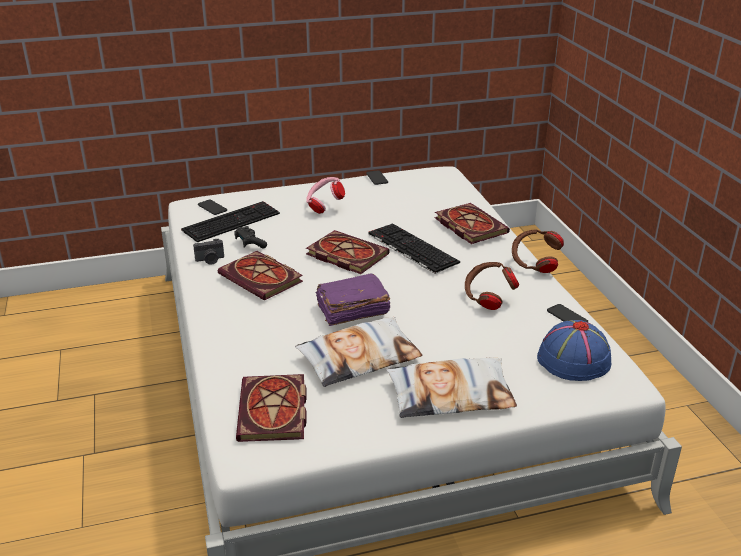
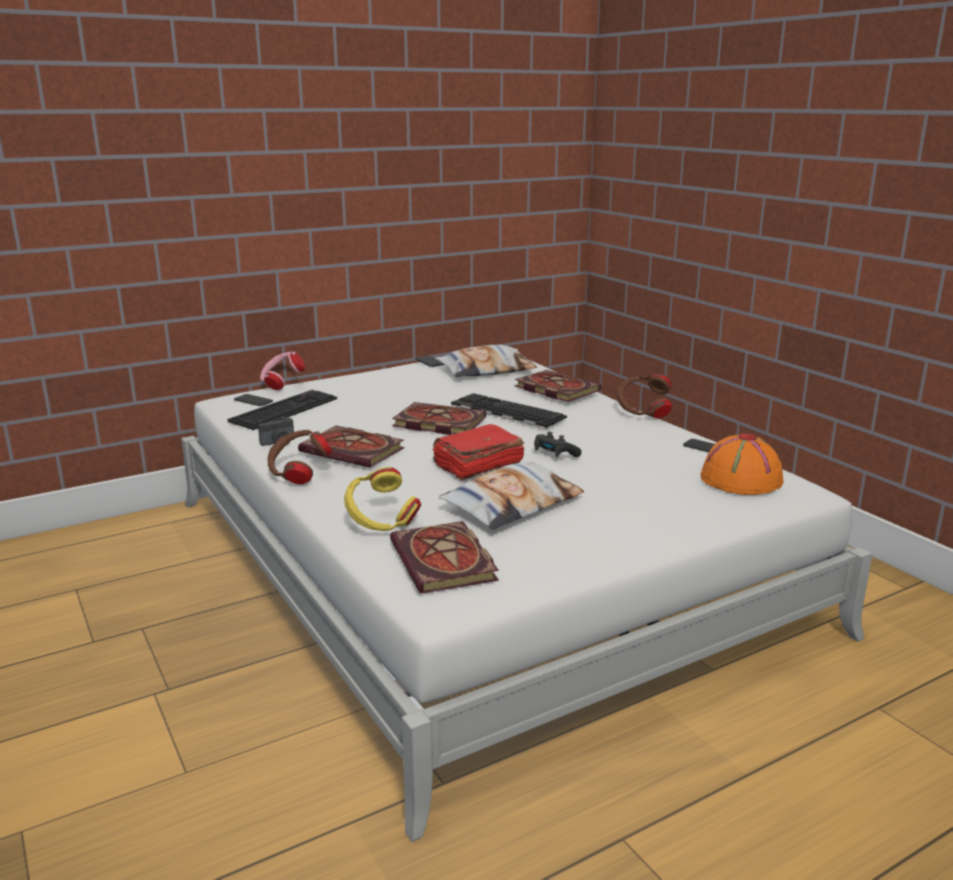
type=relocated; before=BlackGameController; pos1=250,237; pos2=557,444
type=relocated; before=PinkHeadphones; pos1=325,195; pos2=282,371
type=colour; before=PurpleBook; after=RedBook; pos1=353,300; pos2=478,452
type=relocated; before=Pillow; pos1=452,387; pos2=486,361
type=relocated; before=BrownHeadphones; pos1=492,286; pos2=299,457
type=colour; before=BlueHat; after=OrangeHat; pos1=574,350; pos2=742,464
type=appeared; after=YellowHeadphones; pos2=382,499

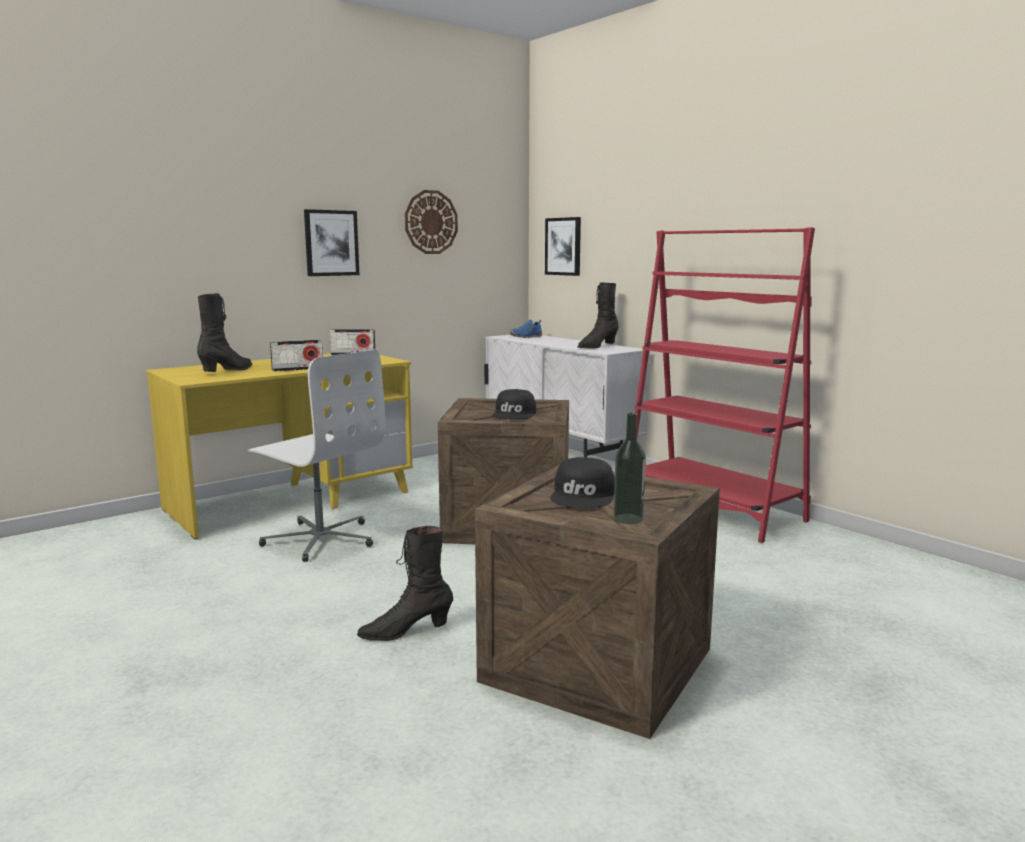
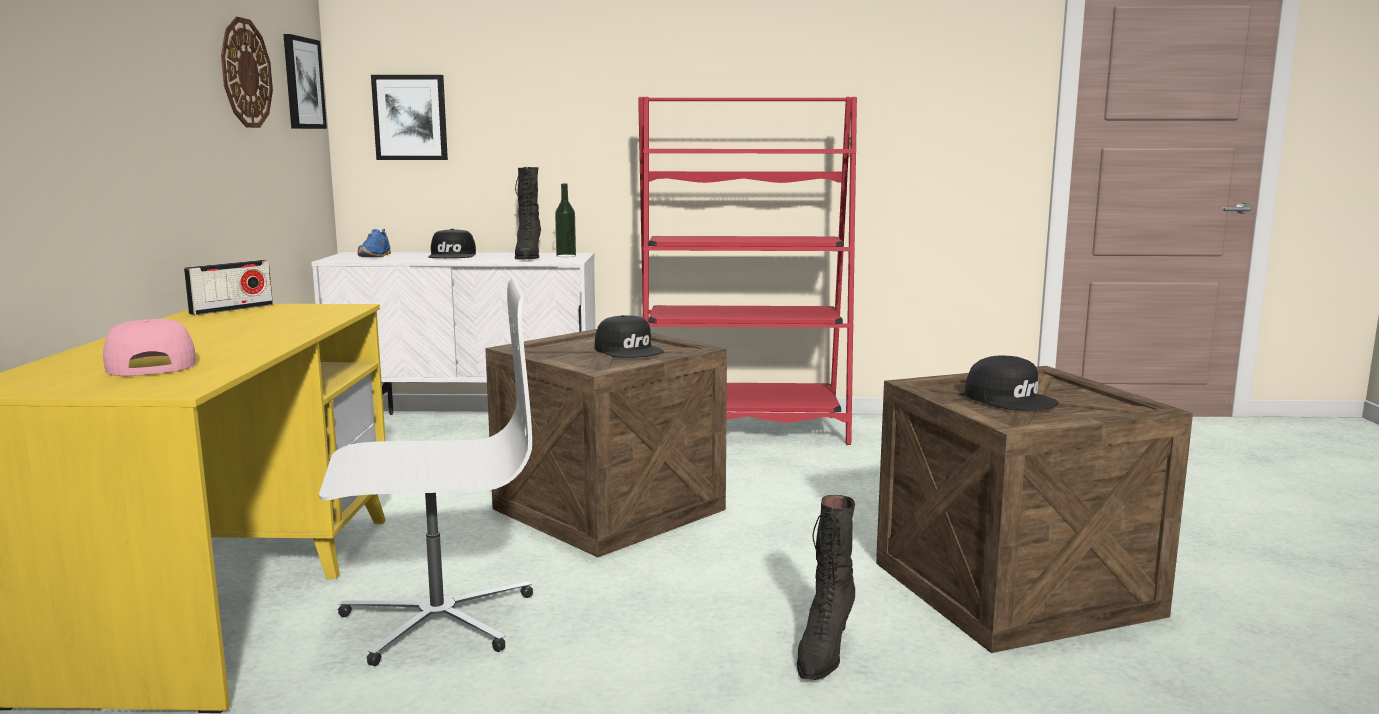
type=exchanged; before=BlackBoot; after=PinkCap; pos1=224,332; pos2=149,347
type=missing; before=Radio; pos1=296,356
type=relocated; before=Picture; pos1=331,242; pos2=305,81
type=relocated; before=Bottle; pos1=630,468; pos2=565,220
type=appeared; after=BlackCap; pos2=452,243

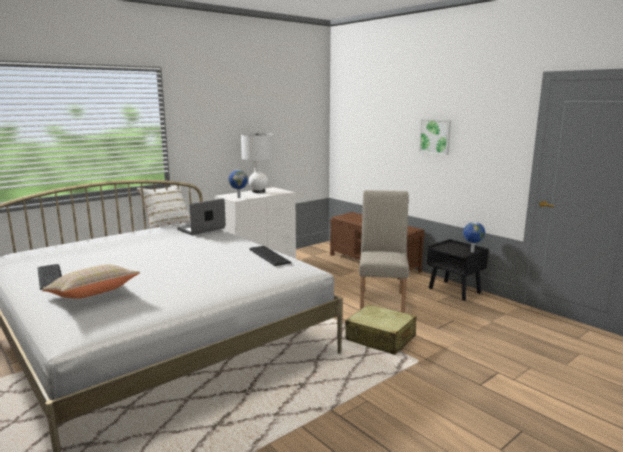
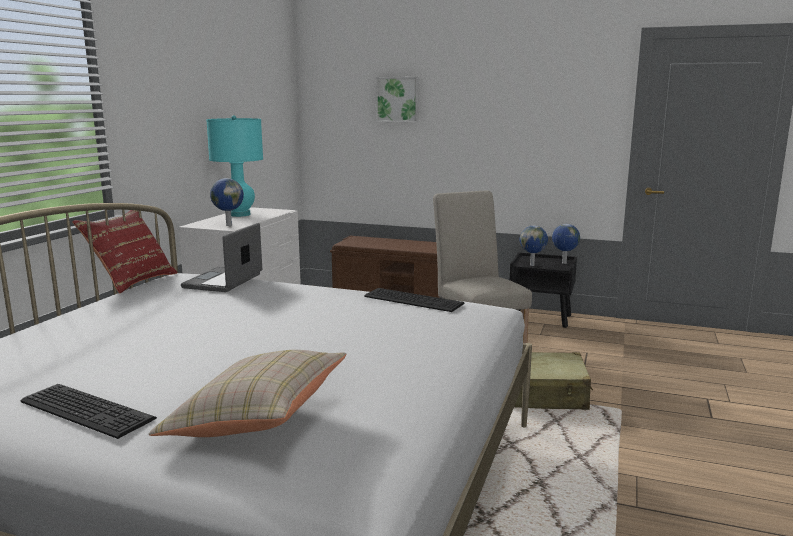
type=colour; before=WhitePillow; after=RedPillow; pos1=164,206; pos2=125,251
type=colour; before=WhiteTableLamp; after=TurquoiseTableLamp; pos1=257,162; pos2=234,166
type=relocated; before=Picture; pos1=435,137; pos2=397,100
type=appeared; after=Globe; pos2=534,246

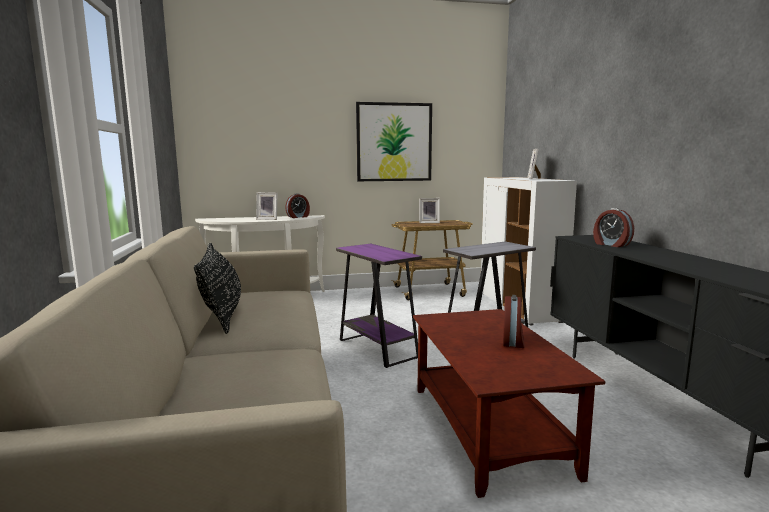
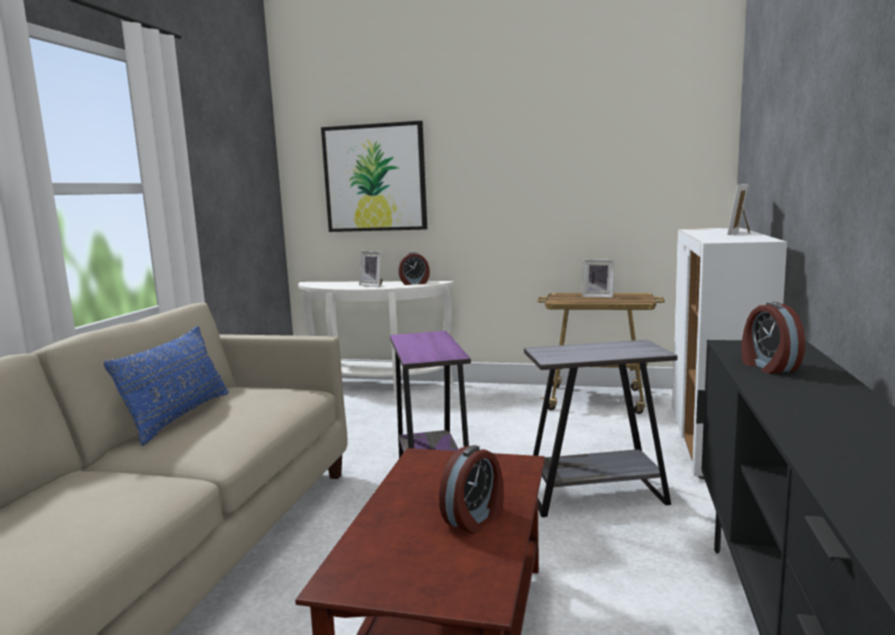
type=colour; before=BlackPillow; after=BluePillow; pos1=217,288; pos2=166,386
type=relocated; before=Picture; pos1=394,141; pos2=374,176

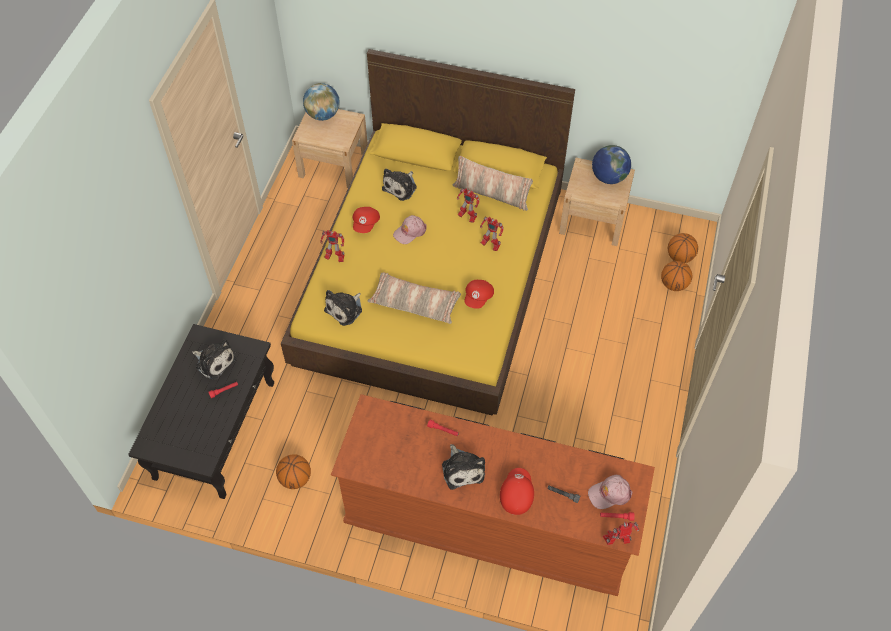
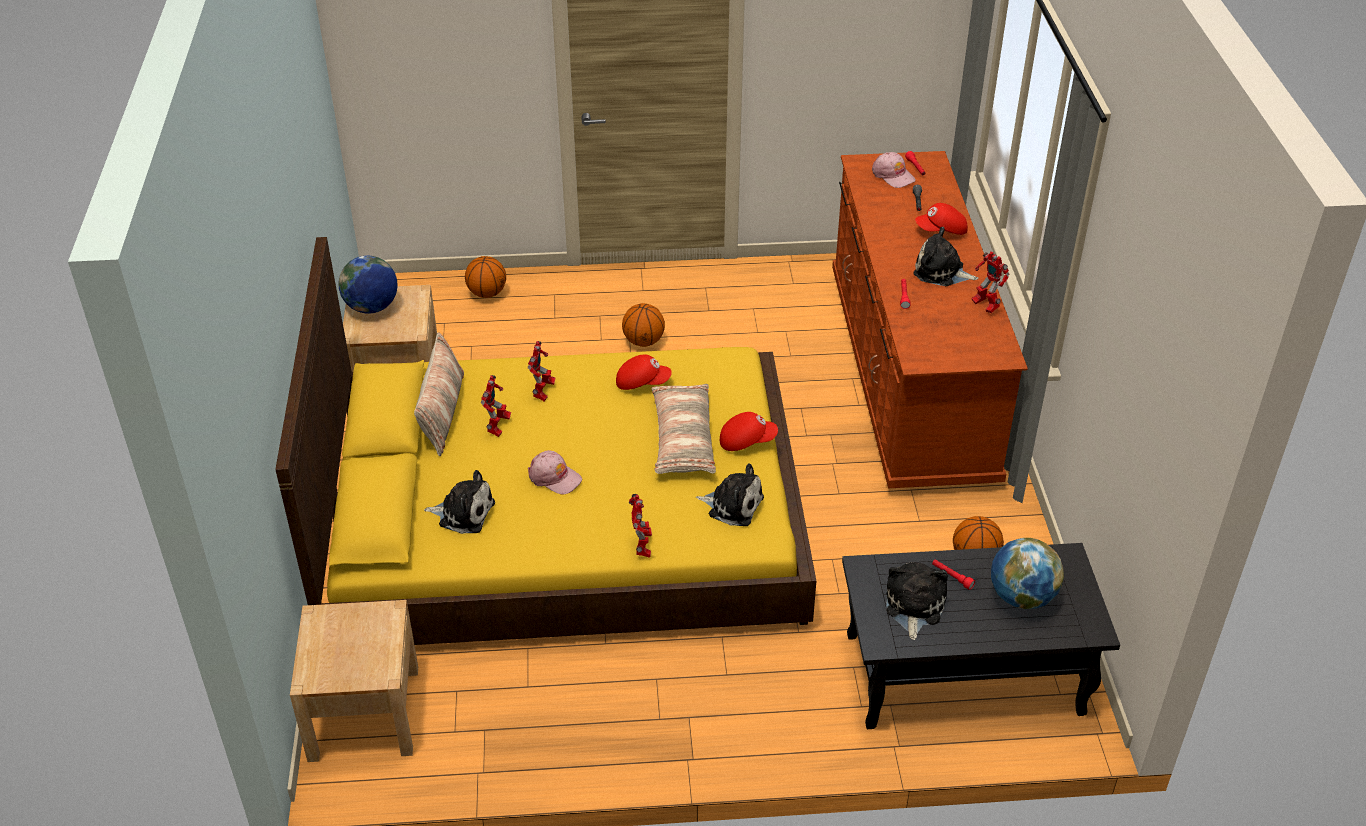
type=relocated; before=Globe; pos1=321,102; pos2=1027,573
type=relocated; before=RedCap; pos1=366,220; pos2=749,431
type=spun; before=PlushToy; pos1=463,467; pos2=945,256; turn=-120
type=relocated; before=ToyRobot; pos1=621,533; pos2=990,282
type=relocated; before=Basketball; pos1=683,248; pos2=643,325

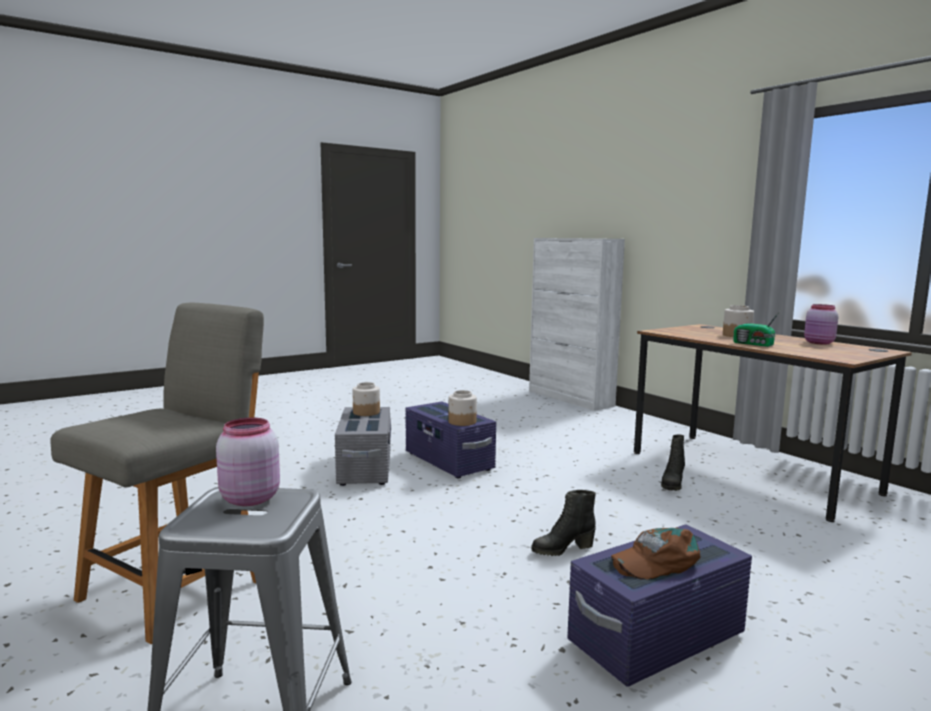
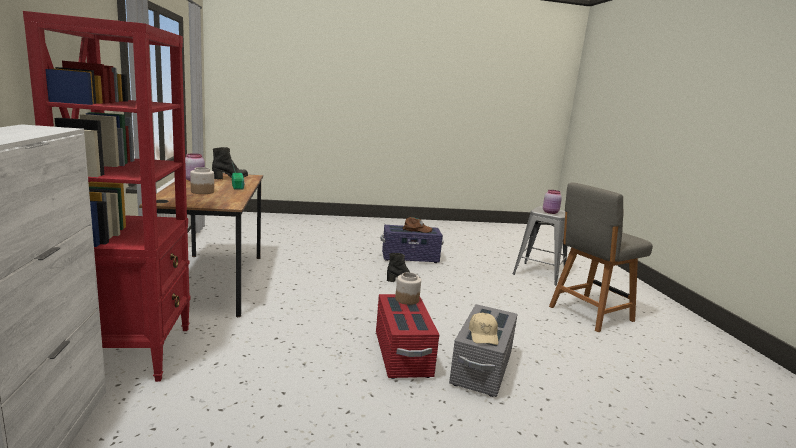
type=exchanged; before=Jar; after=BeigeCap; pos1=366,399; pos2=483,329
type=colour; before=PurpleStorageBox; after=RedStorageBox; pos1=450,440; pos2=408,336
type=relocated; before=BlackBoot; pos1=673,462; pos2=230,163
type=appeared; after=RedBookcase; pos2=106,196

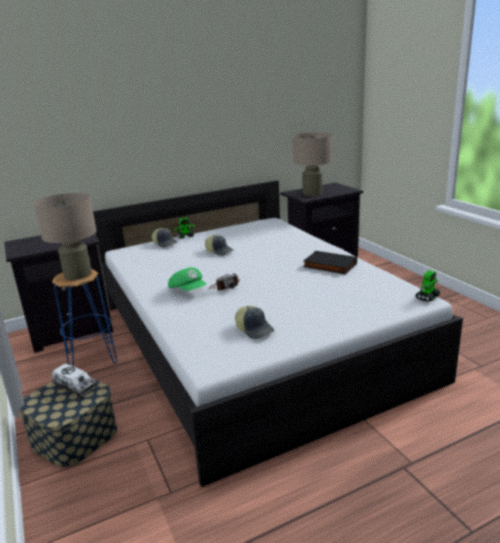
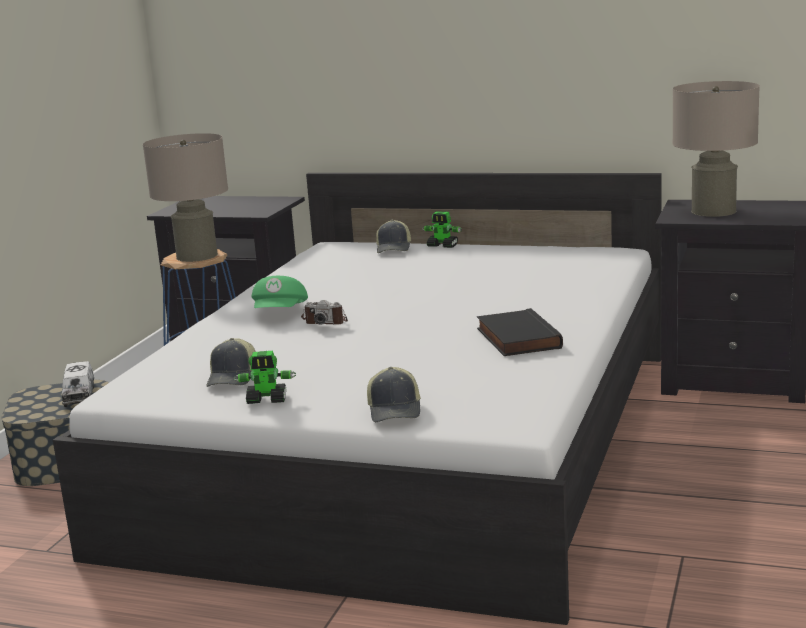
type=relocated; before=Cap; pos1=219,245; pos2=394,394
type=relocated; before=ToyRobot; pos1=428,285; pos2=265,377

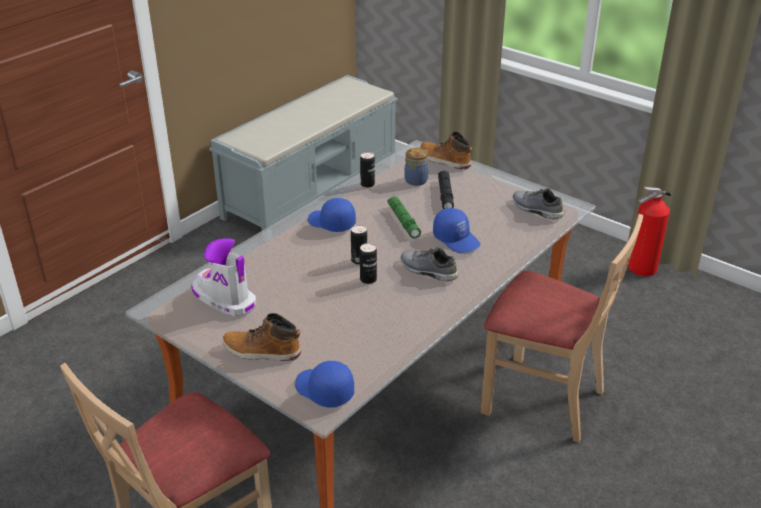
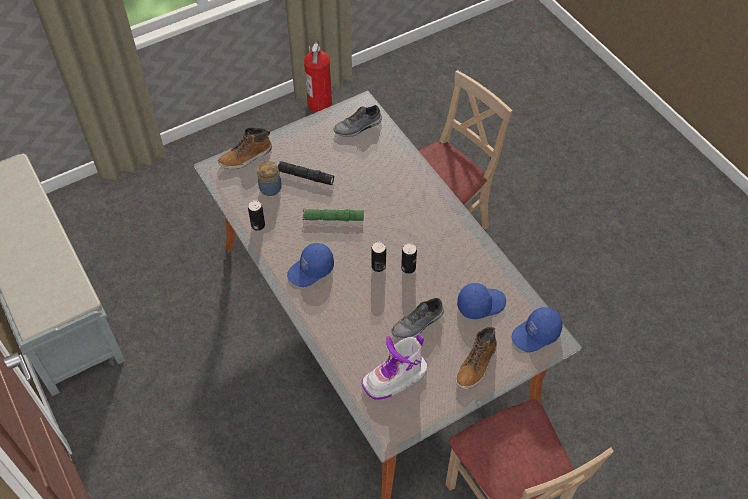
type=relocated; before=GreyShoe; pos1=430,264; pos2=417,318
type=relocated; before=BlueCap; pos1=456,230; pos2=481,301

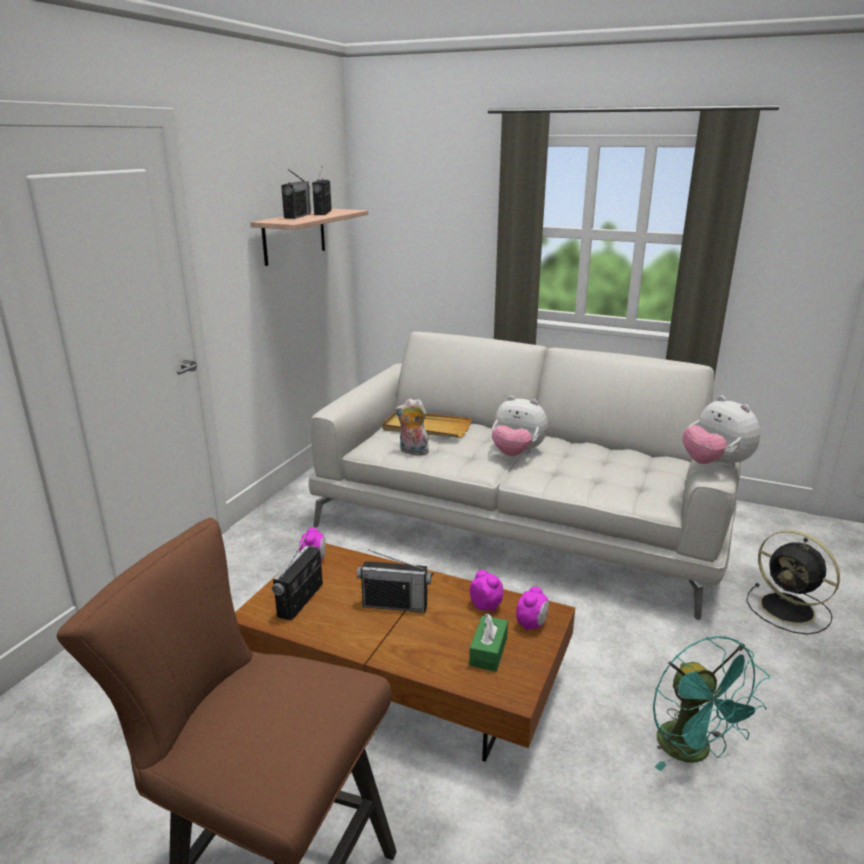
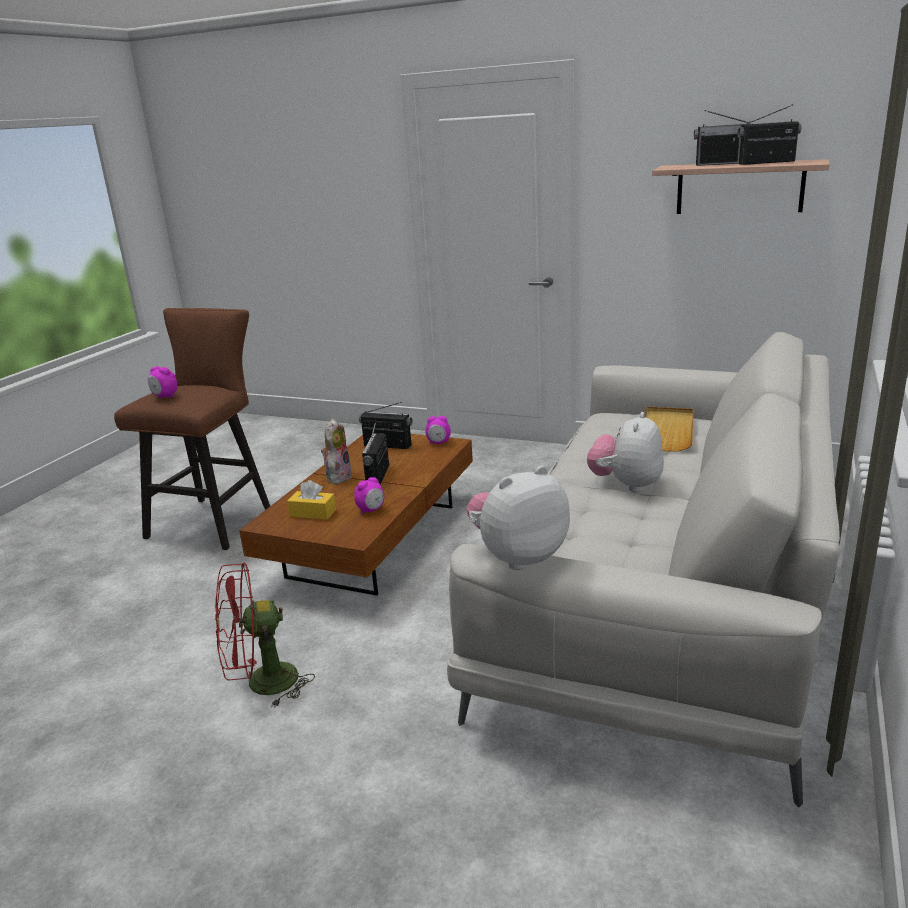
type=relocated; before=PlushToy; pos1=412,427; pos2=336,451
type=colour; before=GreenTissueBox; after=YellowTissueBox; pos1=488,642; pos2=311,500
type=relocated; before=AlarmClock; pos1=532,609; pos2=162,382
type=colour; before=TurquoiseFan; after=RedFan; pos1=711,703; pos2=265,635
type=missing; before=BlackFan; pos1=793,582

